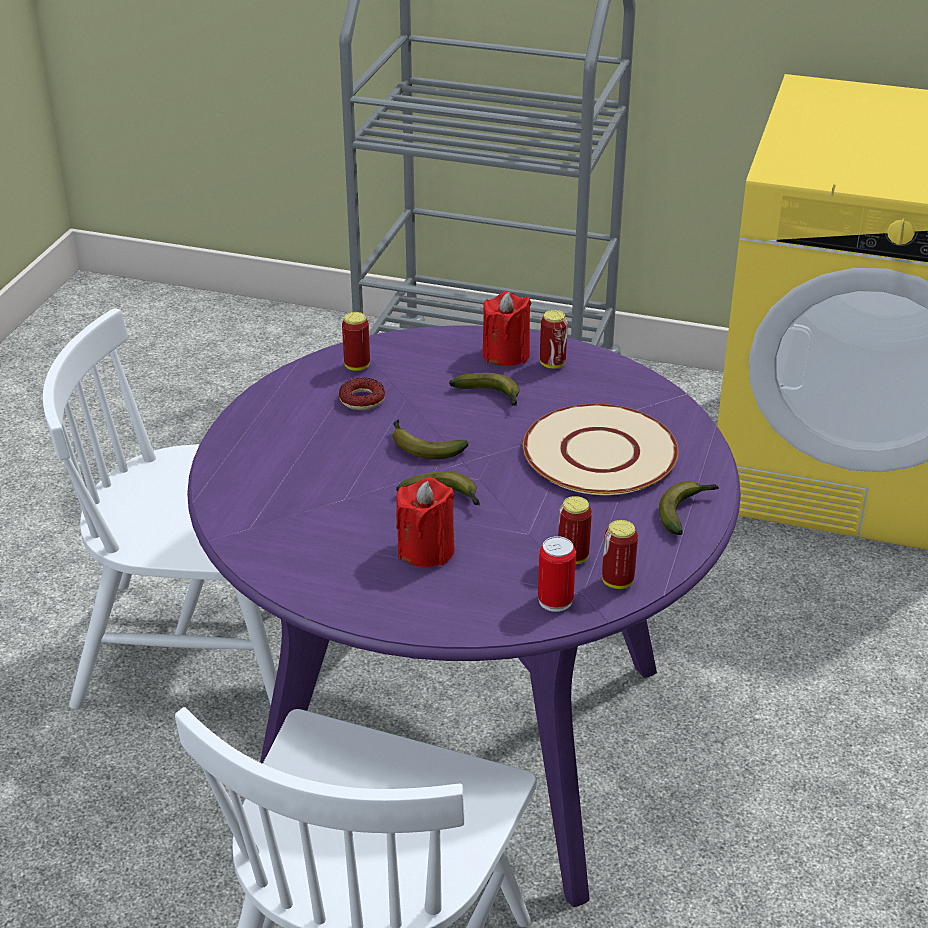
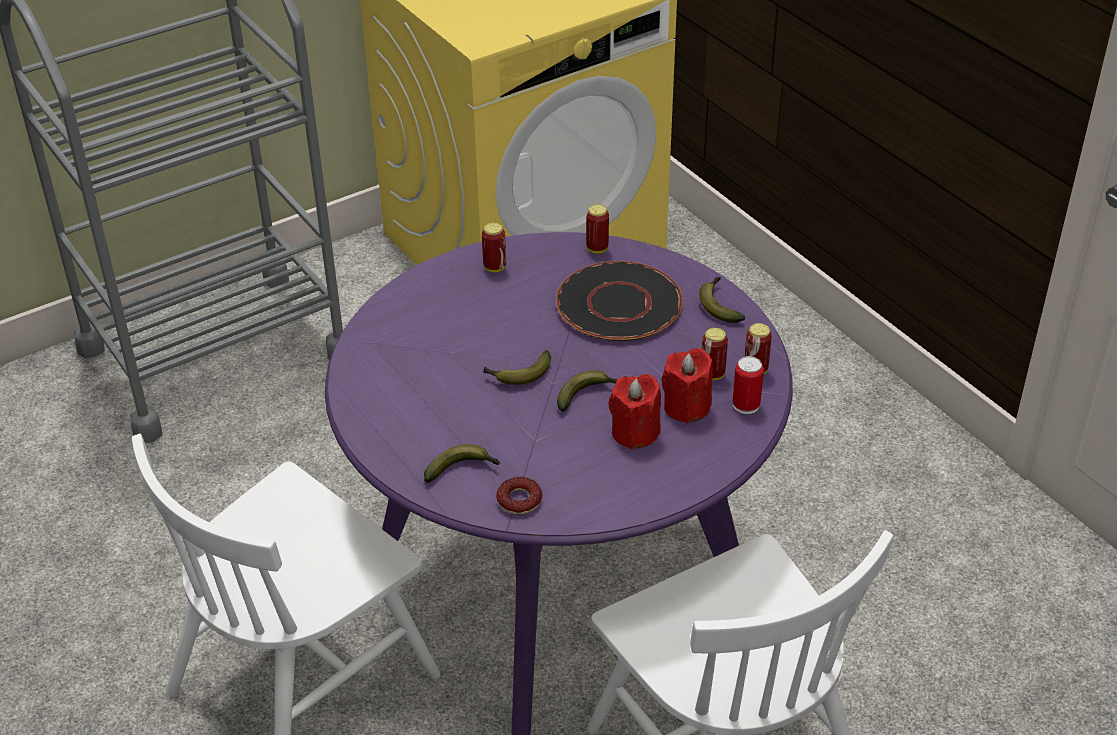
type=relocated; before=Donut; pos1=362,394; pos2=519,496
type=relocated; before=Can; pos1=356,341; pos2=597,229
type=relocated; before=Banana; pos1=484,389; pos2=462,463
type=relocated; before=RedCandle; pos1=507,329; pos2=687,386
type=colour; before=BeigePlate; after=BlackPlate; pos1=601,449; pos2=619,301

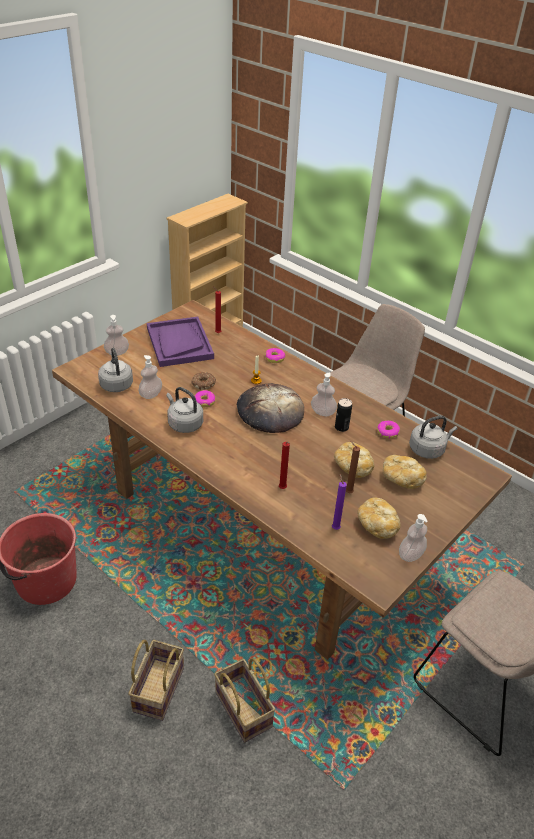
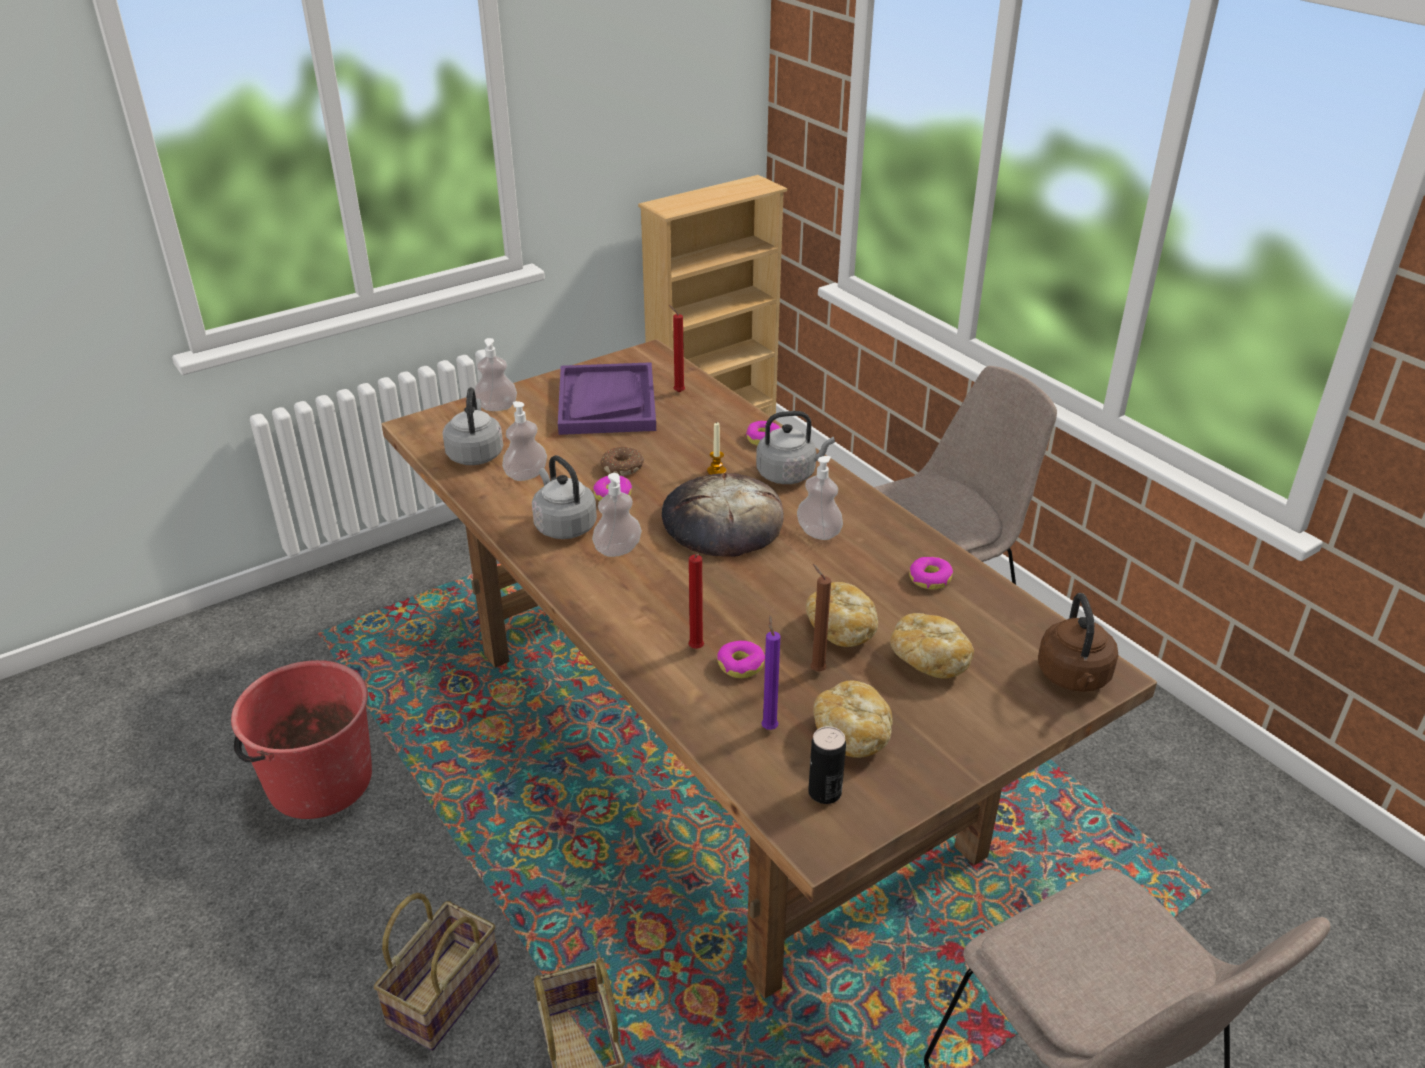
type=relocated; before=Can; pos1=343,415; pos2=827,765
type=relocated; before=SoapDispenser; pos1=413,538; pos2=617,515
type=relocated; before=GreyKettle; pos1=433,437; pos2=795,447
type=appeared; after=Donut; pos2=741,659
type=appeared; after=BrownKettle; pos2=1078,642

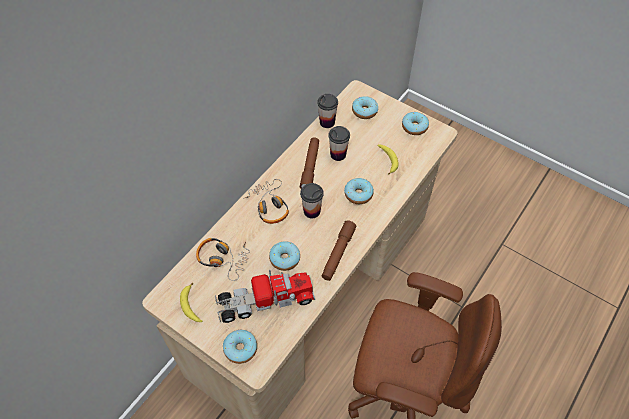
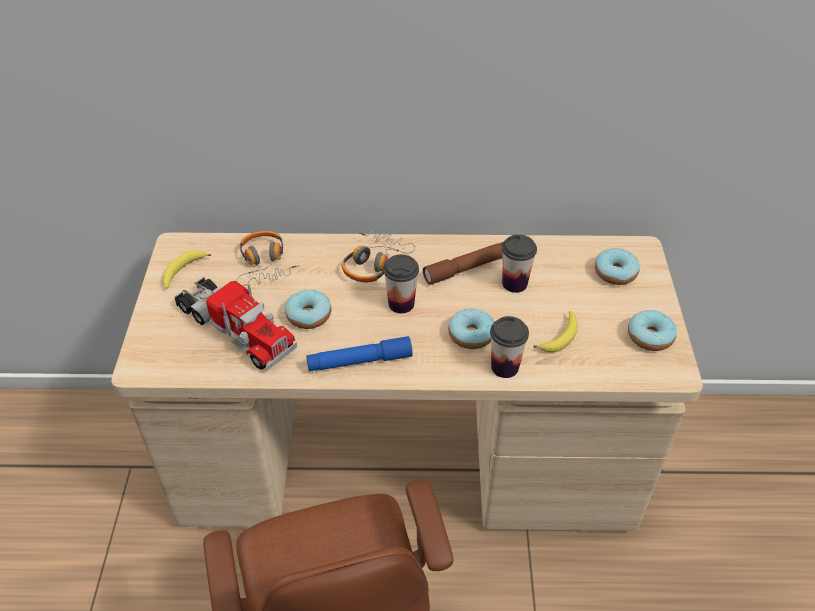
type=missing; before=Donut; pos1=240,347
type=relocated; before=Cup; pos1=327,111; pos2=509,347
type=colour; before=BrownFlashlight; after=BlueFlashlight; pos1=339,250; pos2=359,353

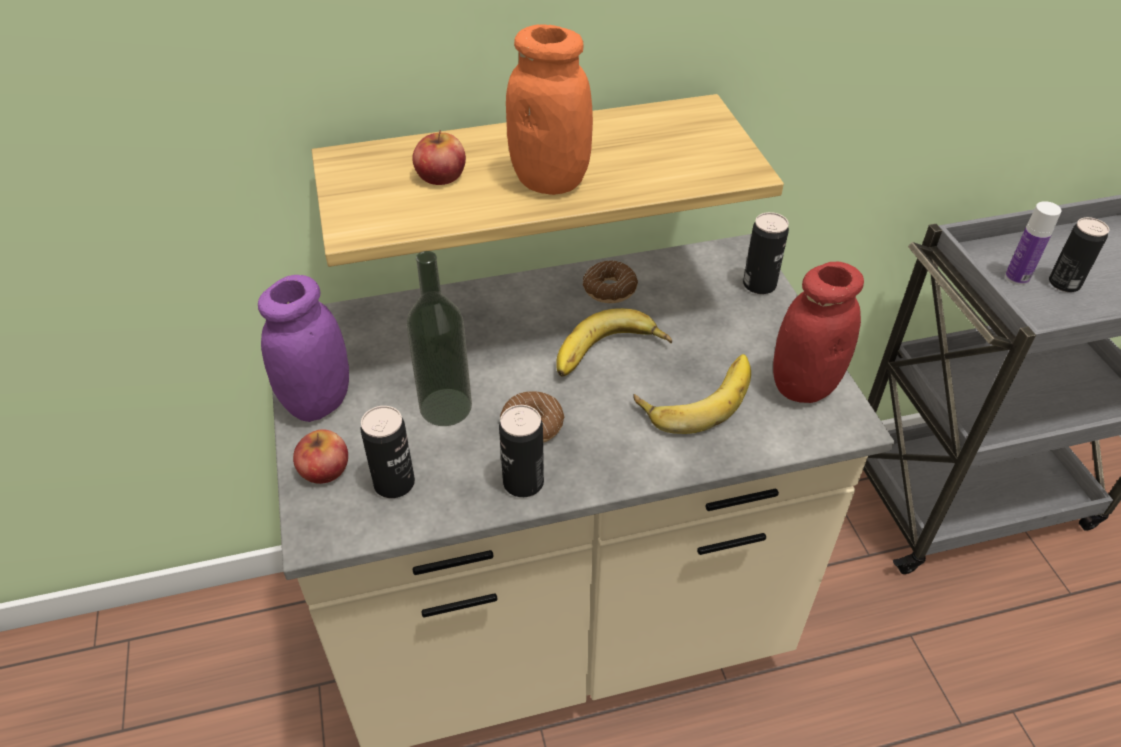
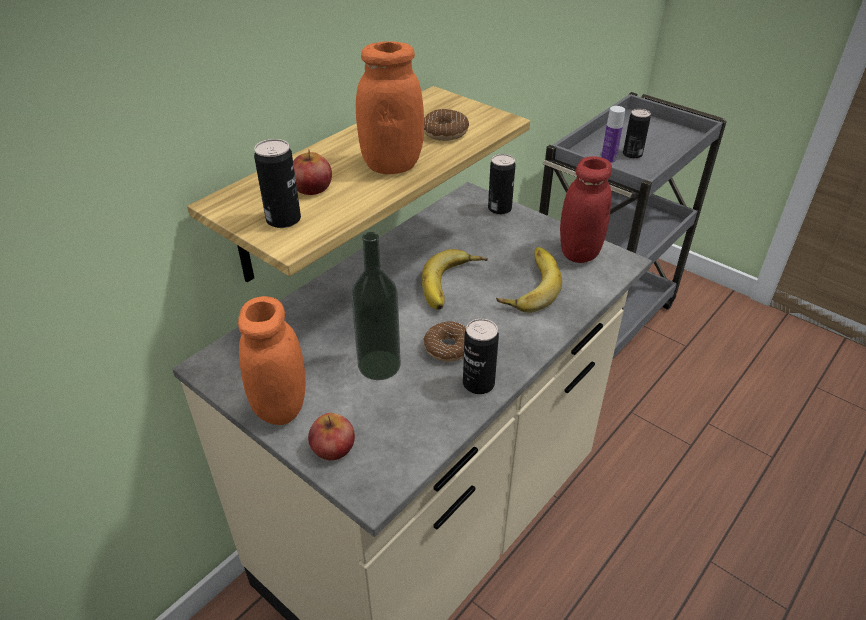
type=colour; before=PurpleJar; after=OrangeJar; pos1=303,348; pos2=272,360
type=relocated; before=Can; pos1=388,452; pos2=277,183
type=relocated; before=Donut; pos1=610,281; pos2=446,125

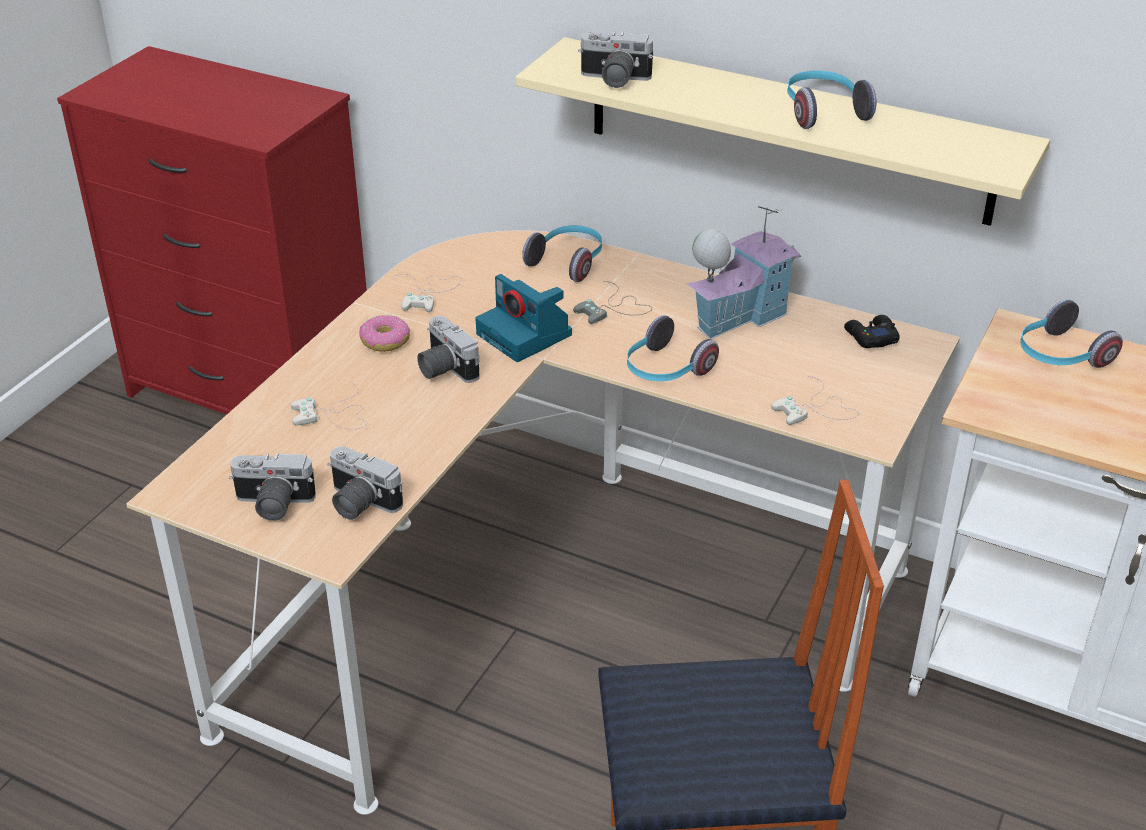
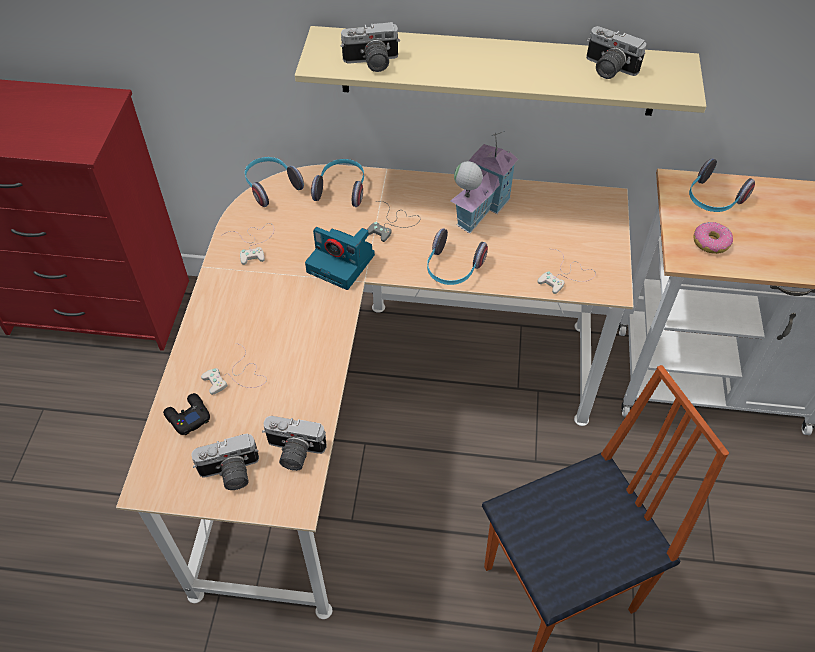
type=relocated; before=Donut; pos1=384,333; pos2=713,238
type=relocated; before=PhotoCamera; pos1=448,349; pos2=616,52
type=relocated; before=Headphones; pos1=831,99; pos2=274,182
type=relocated; before=BlackGameController; pos1=872,331; pos2=186,414

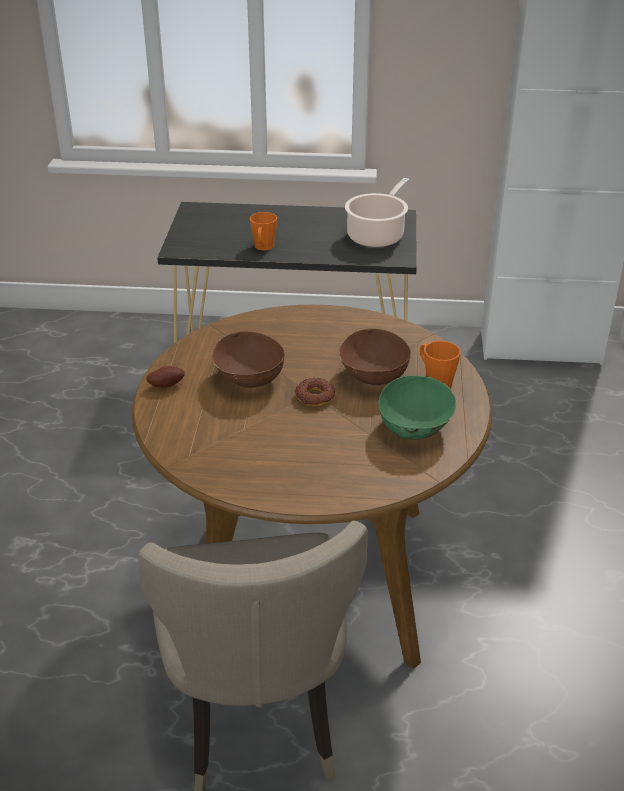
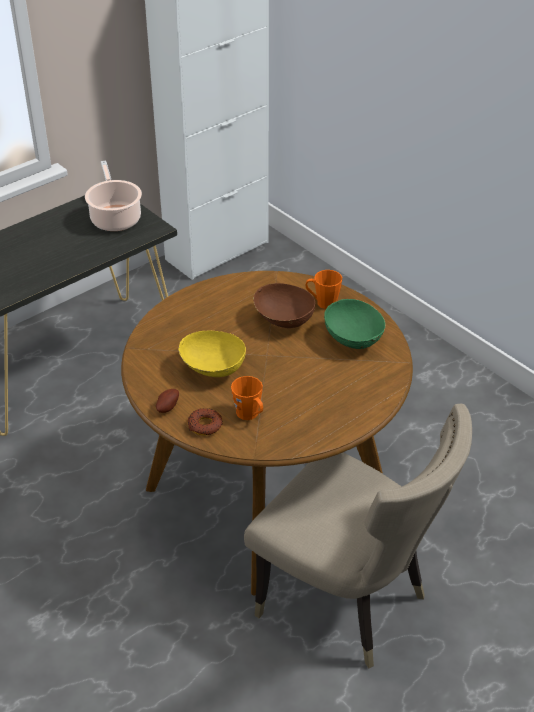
type=colour; before=BrownBowl; after=YellowBowl; pos1=248,359; pos2=212,354
type=relocated; before=OrangeMug; pos1=263,231; pos2=247,398
type=relocated; before=Donut; pos1=315,392; pos2=205,422

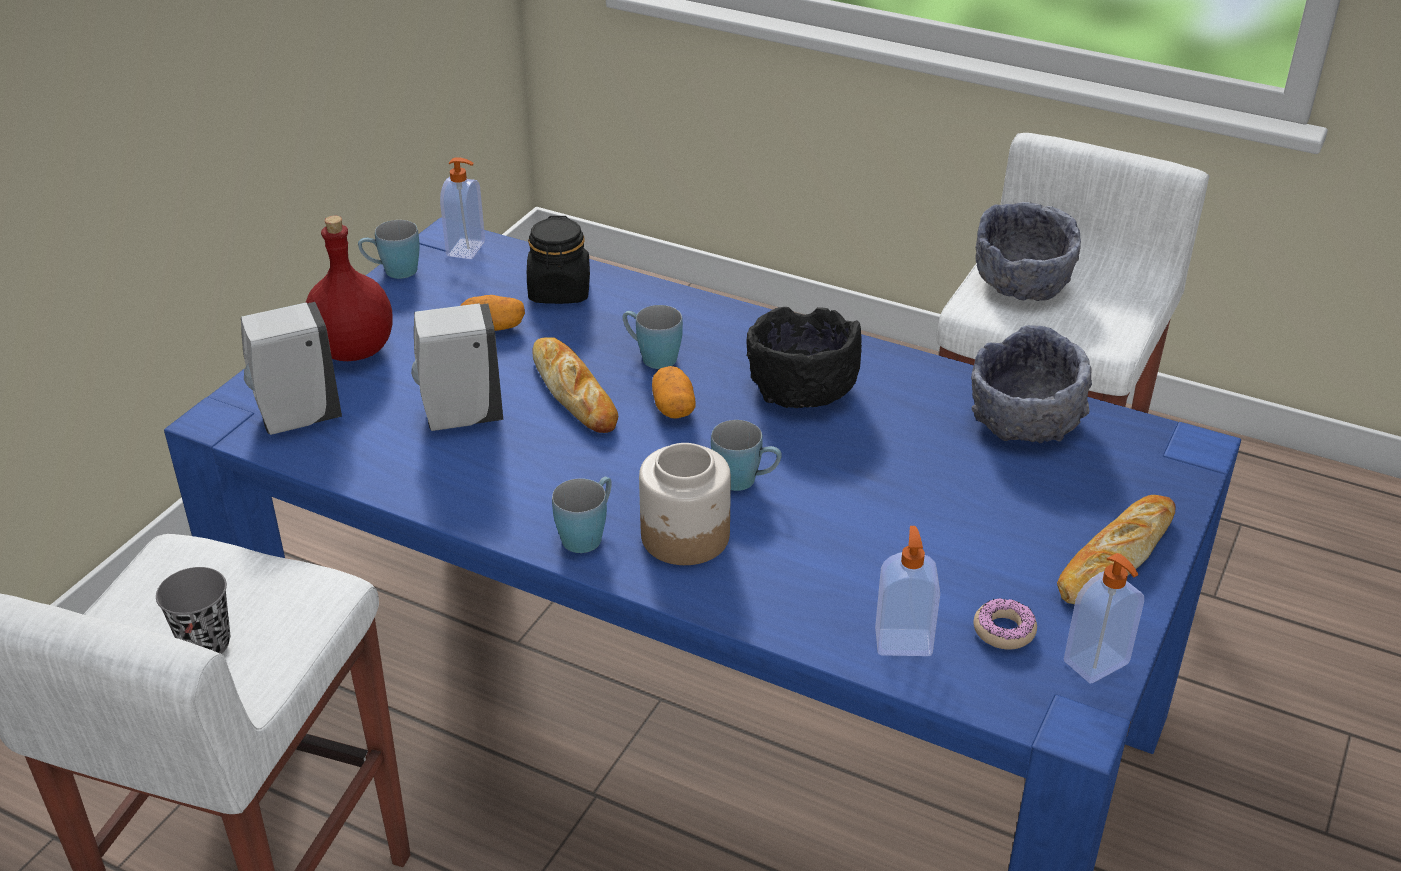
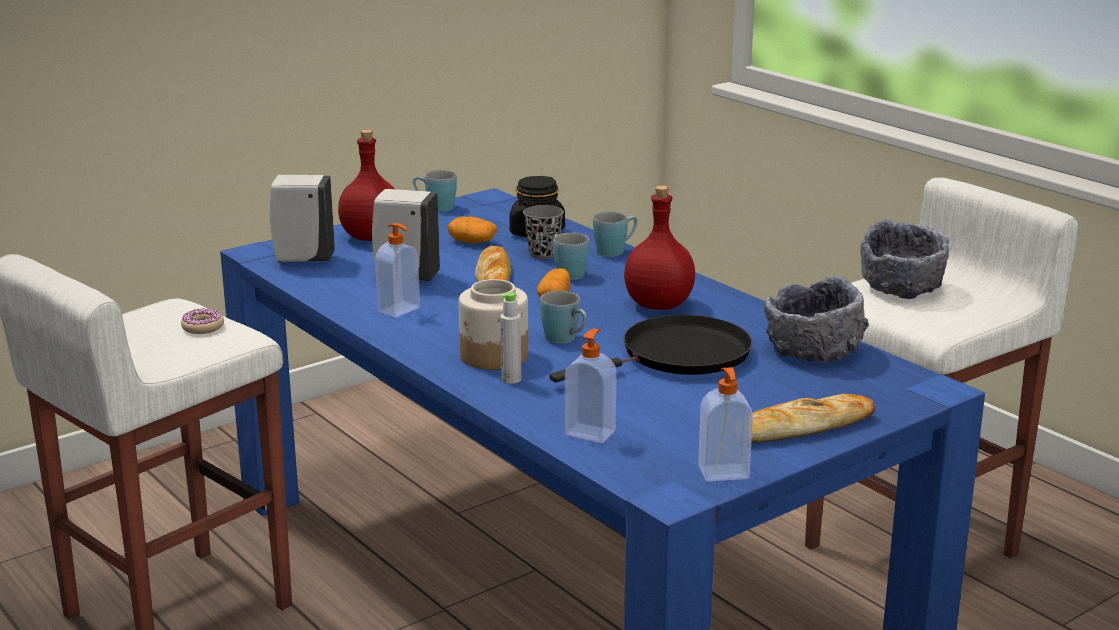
type=relocated; before=GreyCup; pos1=193,610; pos2=543,232
type=relocated; before=SoapDispenser; pos1=462,208; pos2=397,270
type=relocated; before=BlueMug; pos1=582,515; pos2=615,234
type=exchanged; before=BlackBowl; after=RedBottle; pos1=804,357; pos2=659,247
type=relocated; before=Donut; pos1=1005,624; pos2=202,321
type=appeared; after=GreyBottle; pos2=510,338
type=appeared; after=BlackFryingPan; pos2=650,349

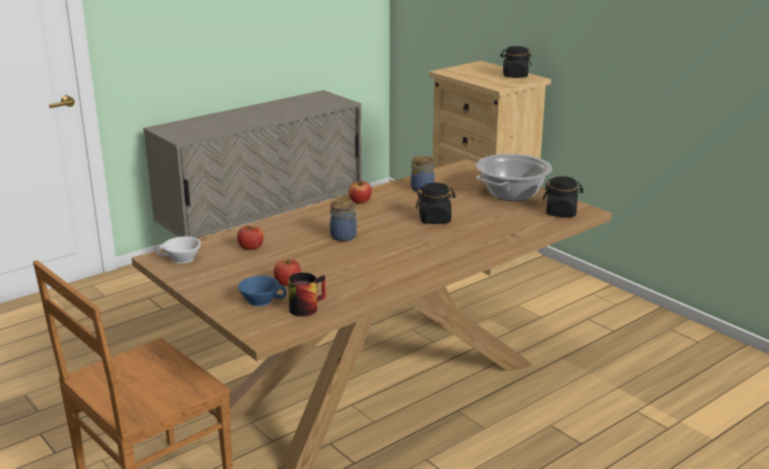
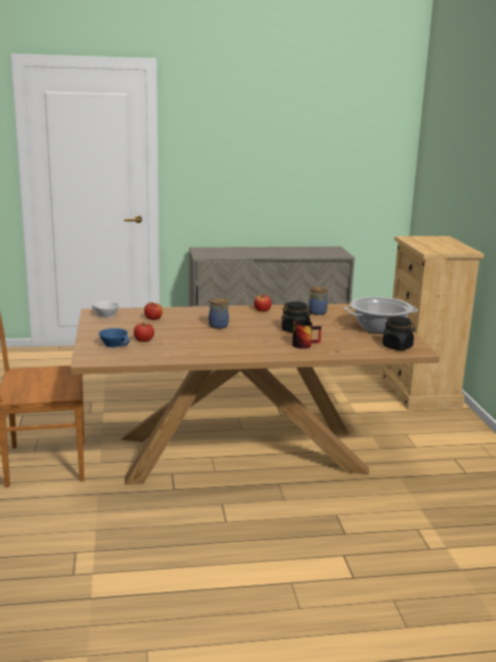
type=relocated; before=Mug; pos1=307,295; pos2=306,334
type=missing; before=BlackJar; pos1=515,62

